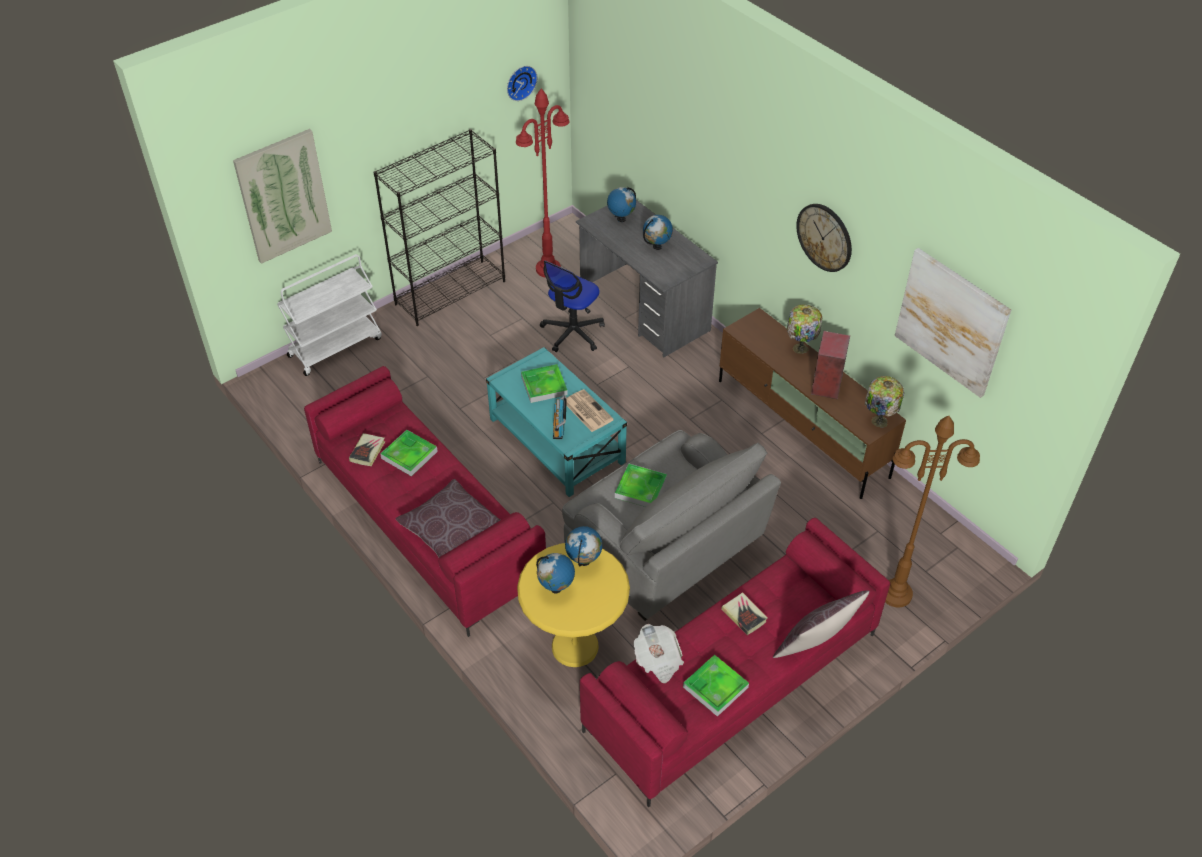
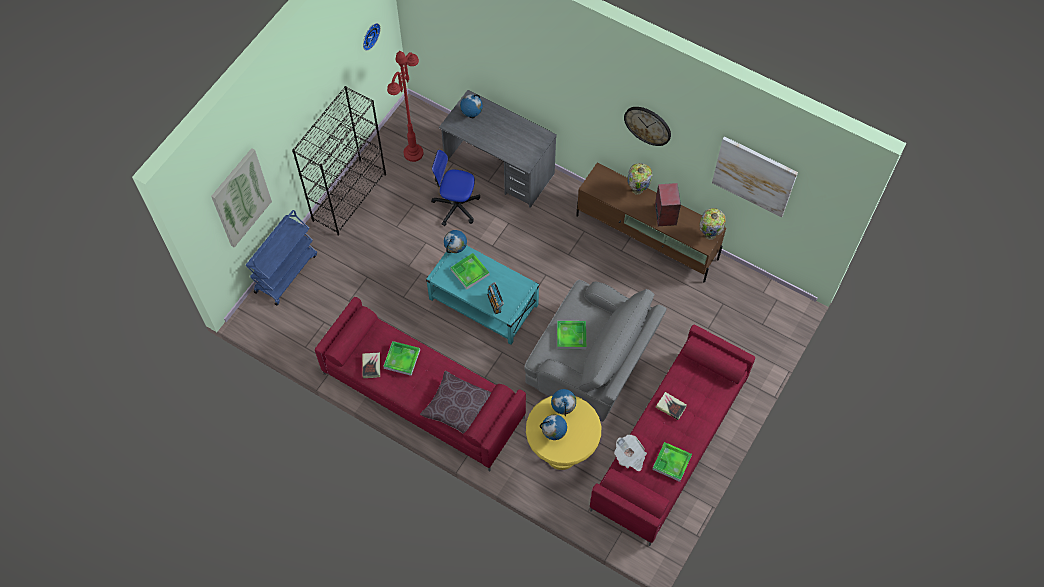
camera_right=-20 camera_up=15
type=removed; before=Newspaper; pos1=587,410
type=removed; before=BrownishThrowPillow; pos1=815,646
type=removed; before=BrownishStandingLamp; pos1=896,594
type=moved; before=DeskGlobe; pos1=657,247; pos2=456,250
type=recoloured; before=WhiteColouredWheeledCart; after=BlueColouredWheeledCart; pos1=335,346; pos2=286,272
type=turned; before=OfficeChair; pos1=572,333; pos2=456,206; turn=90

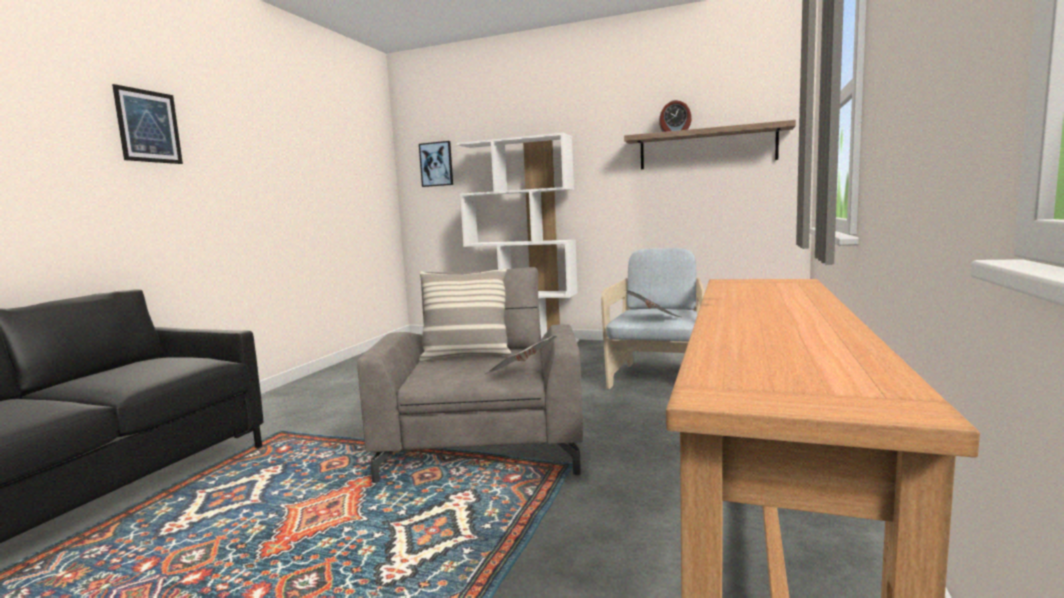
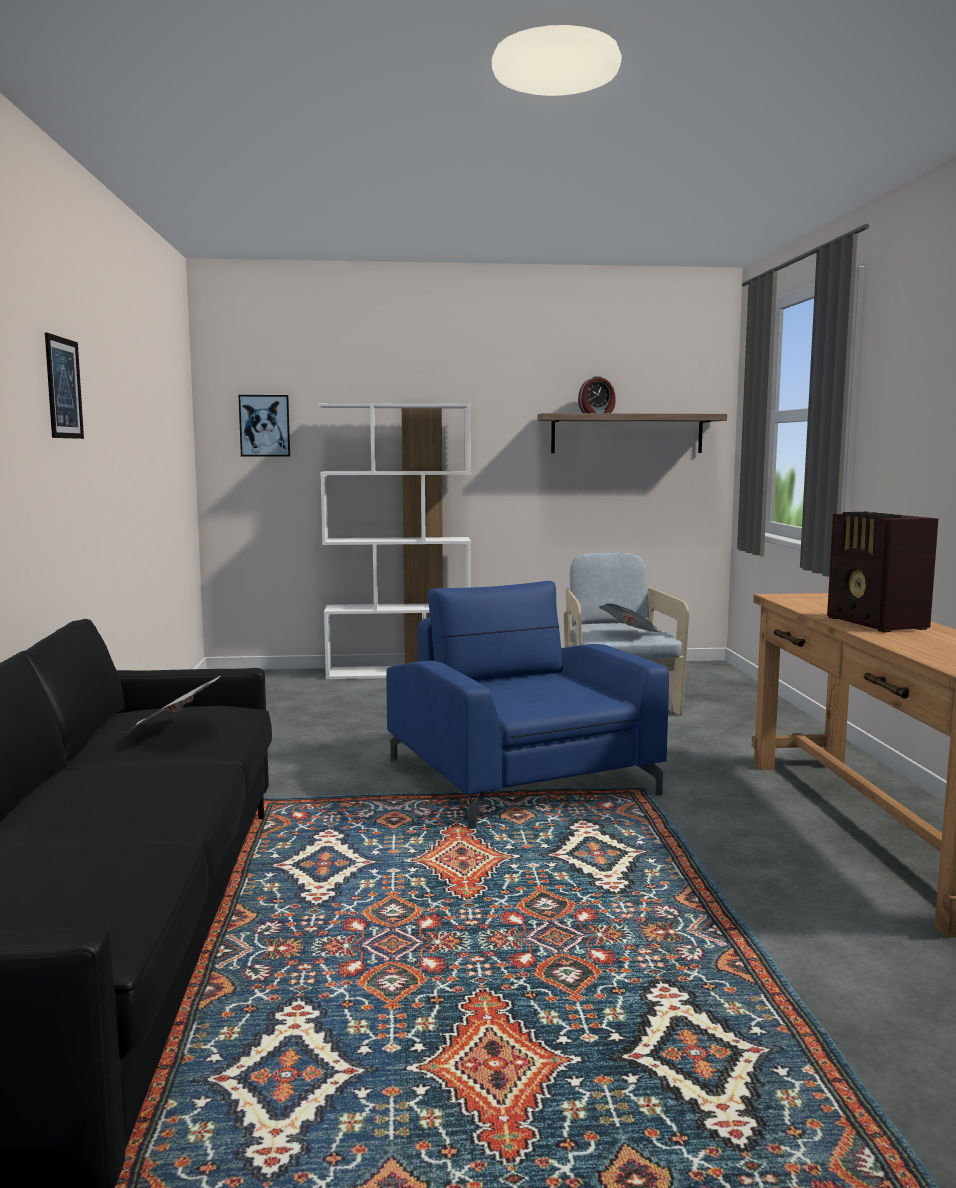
camera_right=-25 camera_up=0
type=removed; before=ThrowPillow; pos1=466,356
type=added; after=RadioSet; pos2=876,623
type=moved; before=Newspaper; pos1=521,375; pos2=173,730
type=recoloured; before=GrayArmchair; after=BlueColouredArmchair; pos1=484,438; pos2=520,777

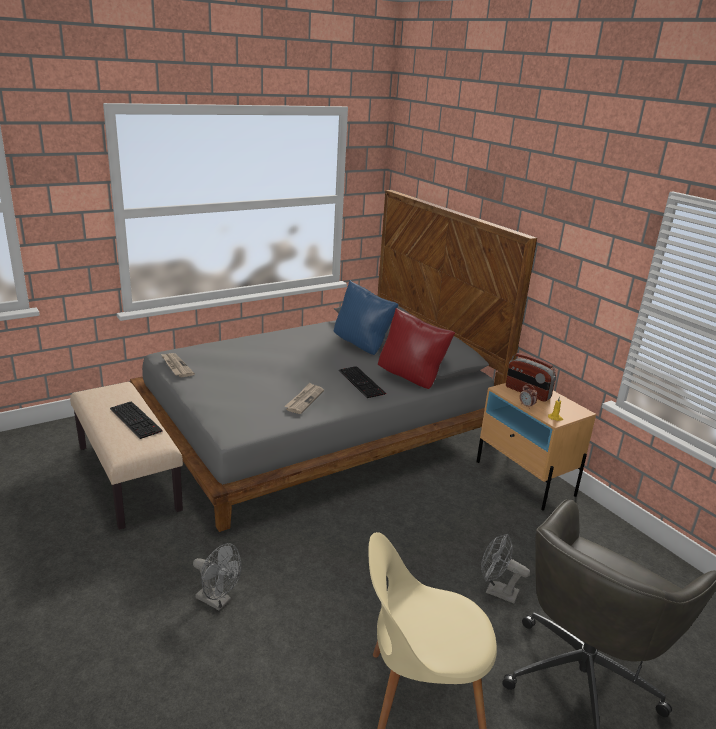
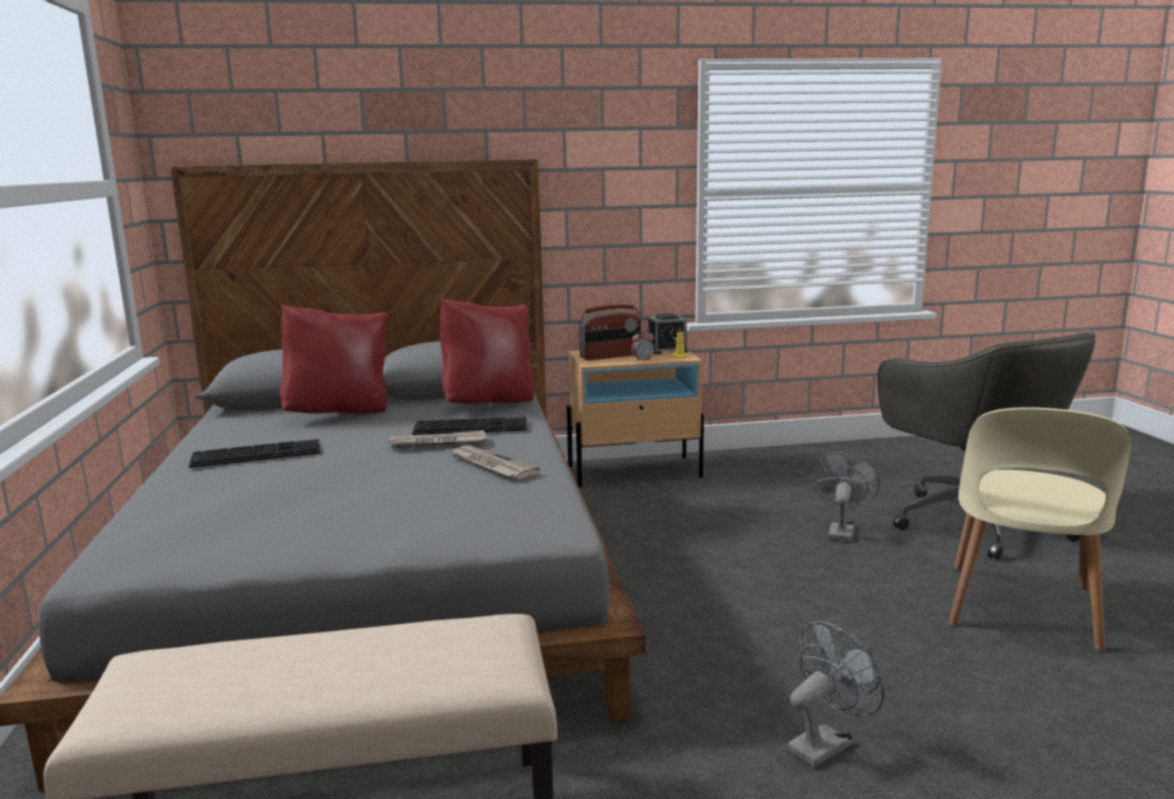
camera_right=-65 camera_up=-10
type=added; after=TableClock; pos2=667,350
type=moved; before=PcKeyboard; pos1=137,420; pos2=258,454
type=moved; before=Newspaper; pos1=176,366; pos2=437,443
type=recoloured; before=BlueColouredThrowPillow; after=RedThrowPillow; pos1=362,346; pos2=340,413
type=turned; before=GrayFan; pos1=496,591; pos2=841,531; turn=150

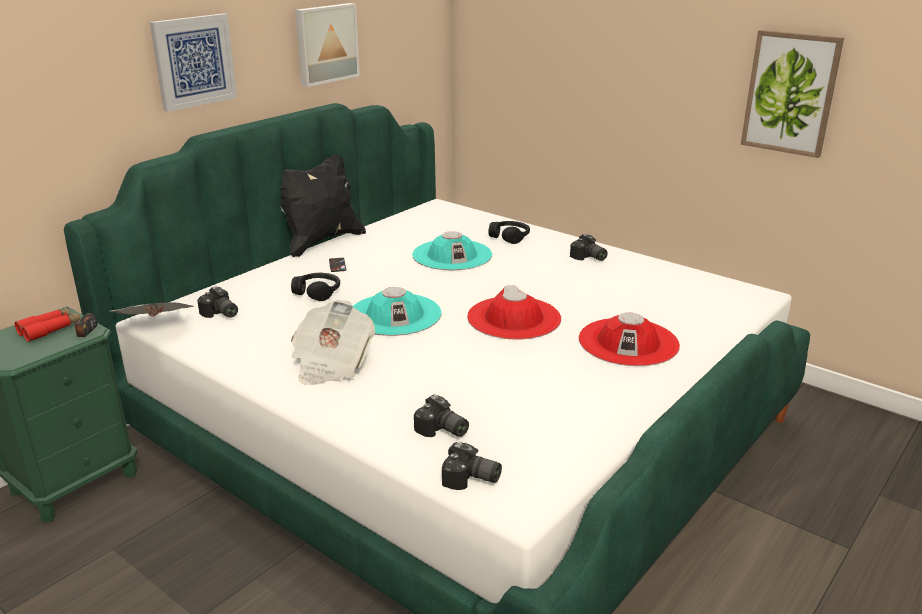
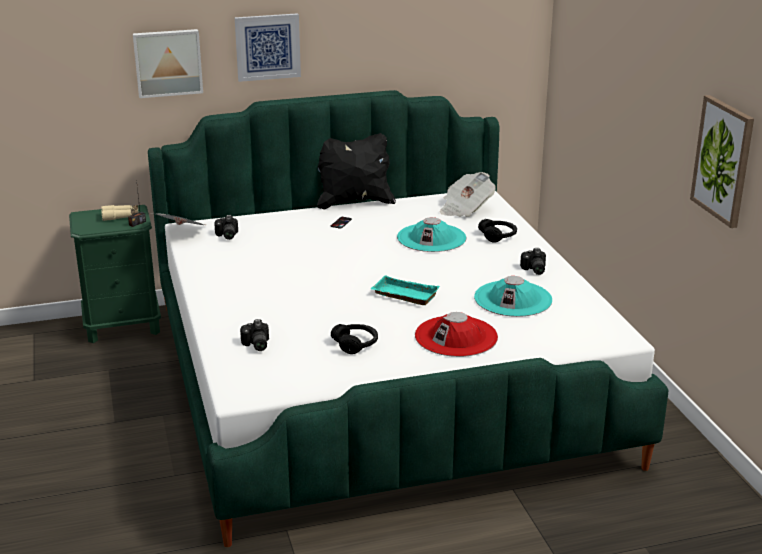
camera_right=35 camera_up=0
type=removed; before=PhotoCamera; pos1=471,480
type=moved; before=BlackColouredHeadphones; pos1=317,292; pos2=355,344
type=moved; before=Newspaper; pos1=331,364; pos2=465,209
type=moved; before=Picture; pos1=325,44; pos2=168,62
type=moved; before=TurquoiseColouredClothingHat; pos1=395,315; pos2=513,299
type=replaced; before=RedClothingHat; after=TurquoiseColouredServingTray; pos1=514,318; pos2=403,295
type=recoloured; before=RedFieldGlasses; after=SandColouredFieldGlasses; pos1=50,329; pos2=120,216

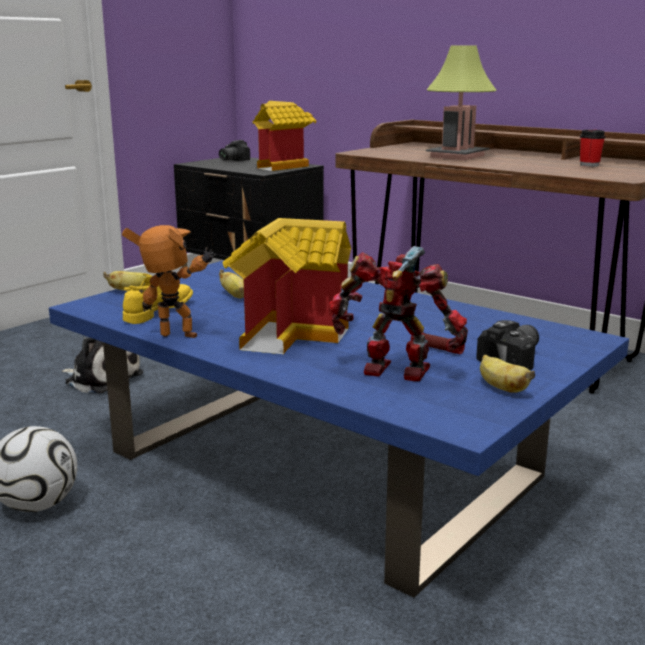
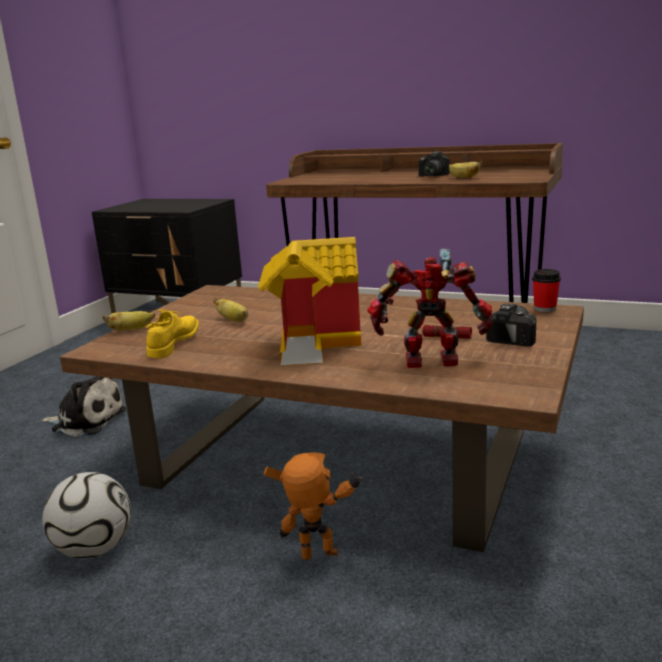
camera_right=-15 camera_up=0
type=removed; before=MiniatureHouse; pos1=283,166
type=removed; before=LampForATable; pos1=457,156
type=moved; before=ToyRobot; pos1=177,338; pos2=321,559
type=moved; before=PhotoCamera; pos1=231,160; pos2=430,176
type=moved; before=WholeBanana; pos1=501,388; pos2=463,177
type=moved; before=SmallCup; pos1=589,165; pos2=545,309
type=recoloured; before=BlueColouredLoungeTable; after=BrownishLoungeTable; pos1=317,464; pos2=335,459

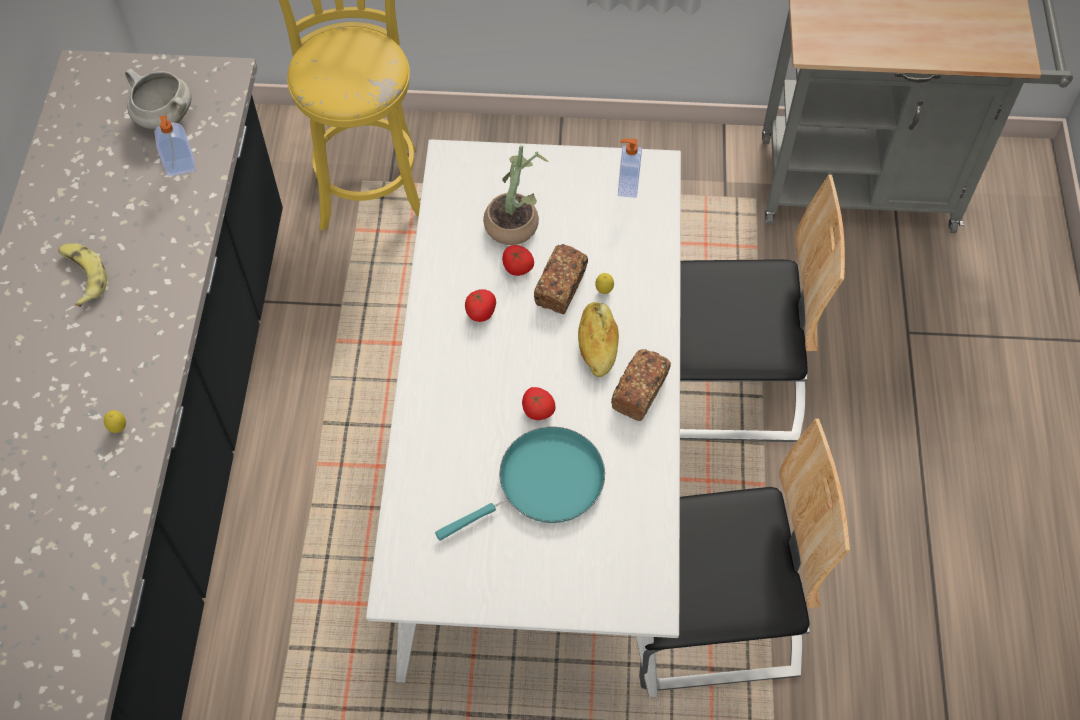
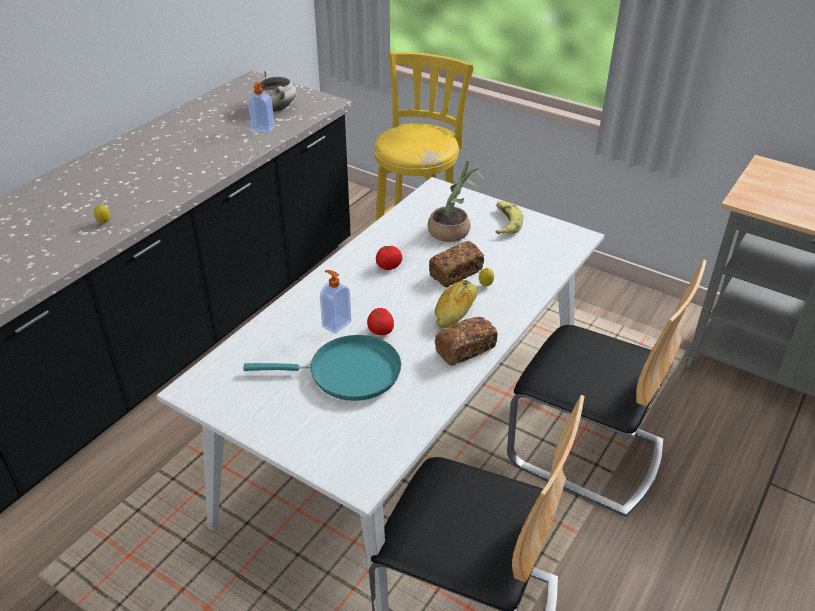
camera_right=30 camera_up=-20
type=removed; before=FreshTomato; pos1=517,268
type=moved; before=WholeBanana; pos1=83,276; pos2=505,222
type=moved; before=LiquidSoapBottle; pos1=627,186; pos2=336,324

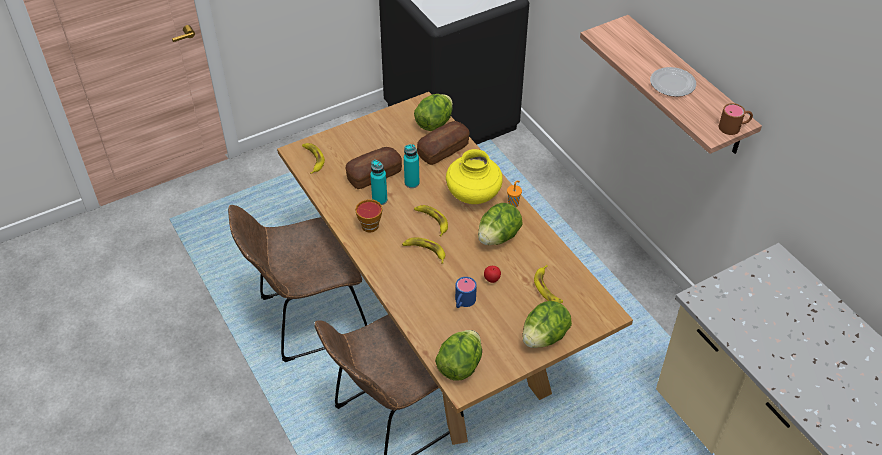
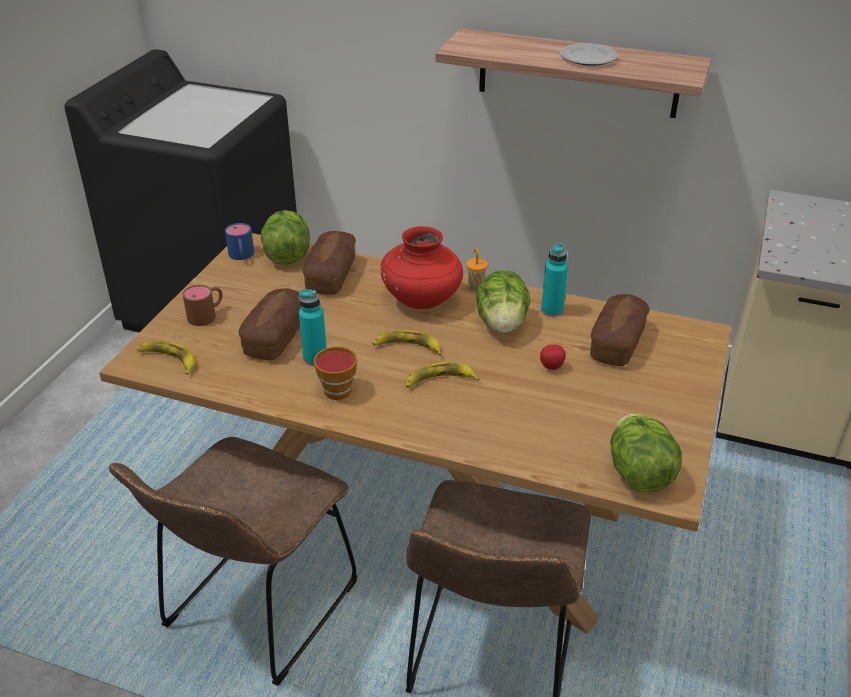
camera_right=-40 camera_up=-10
type=removed; before=LettuceHead; pos1=544,337
type=moved; before=TurquoiseColouredBottle; pos1=412,183; pos2=552,310
type=moved; before=BlueColouredCoffeeMug; pos1=463,302; pos2=241,256
type=moved; before=BrownishCoffeeMug; pos1=734,127; pos2=207,314
type=replaced; before=WholeBanana; after=BakedBread; pos1=548,288; pos2=617,342
type=recoloured; before=YellowFlowerVase; after=RedFlowerVase; pos1=473,195; pos2=422,300

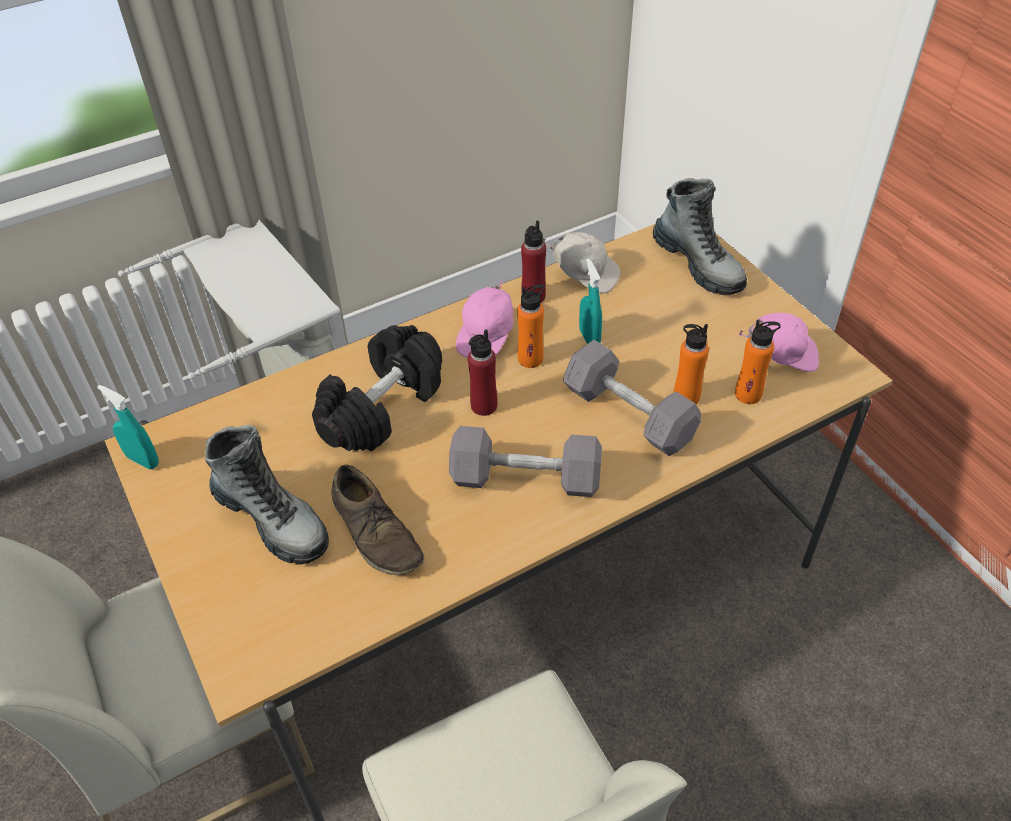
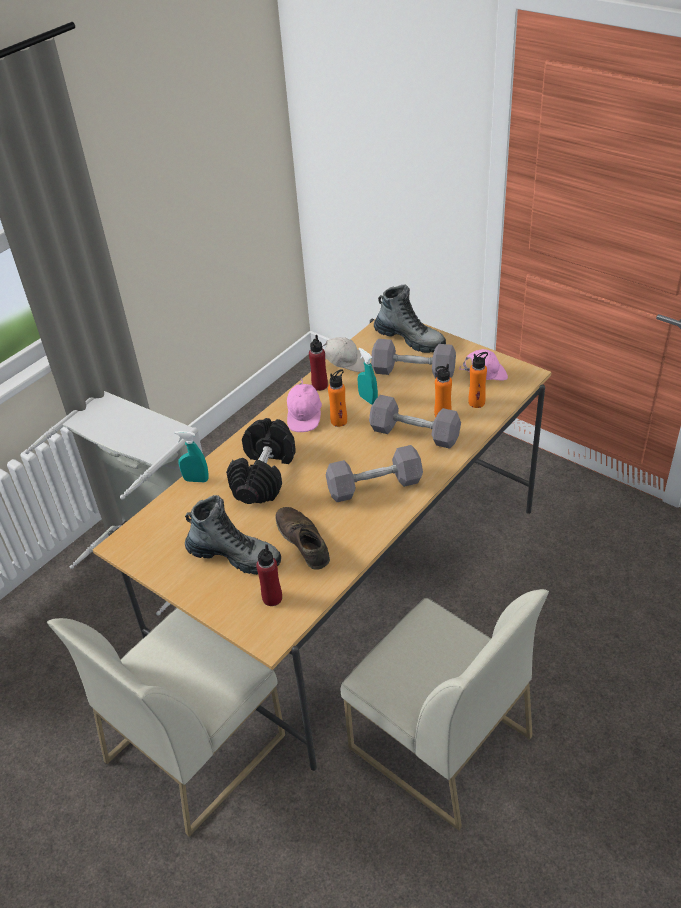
camera_right=-20 camera_up=-5
type=added; after=GrayDumbbell; pos2=413,371
type=moved; before=TurquoiseColouredHandSprayer; pos1=143,460; pos2=196,480
type=moved; before=RedBottle; pos1=484,406; pos2=272,598
type=turned; before=BrownishShoe; pos1=376,532; pos2=303,541; turn=-150

